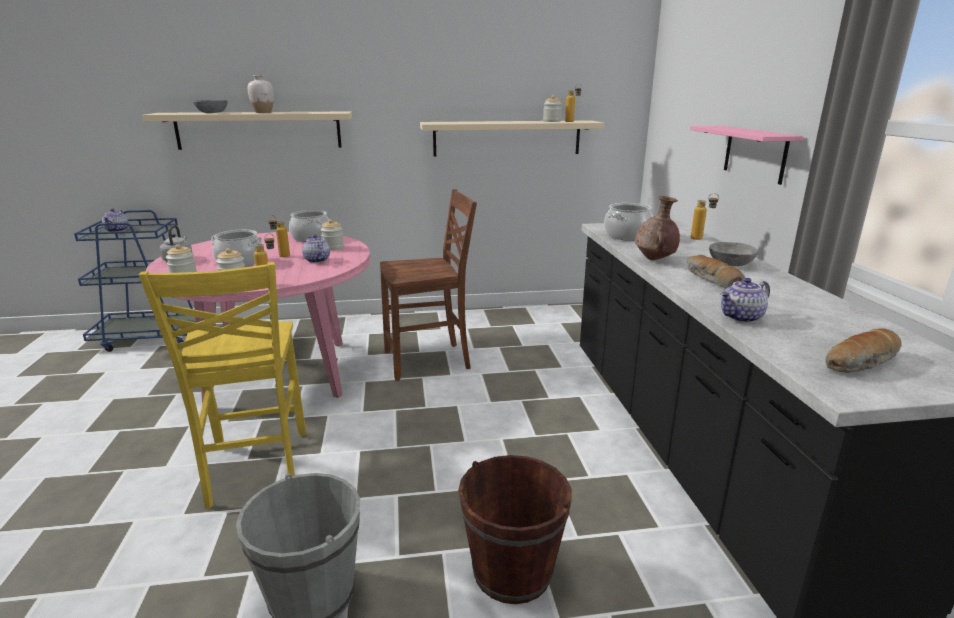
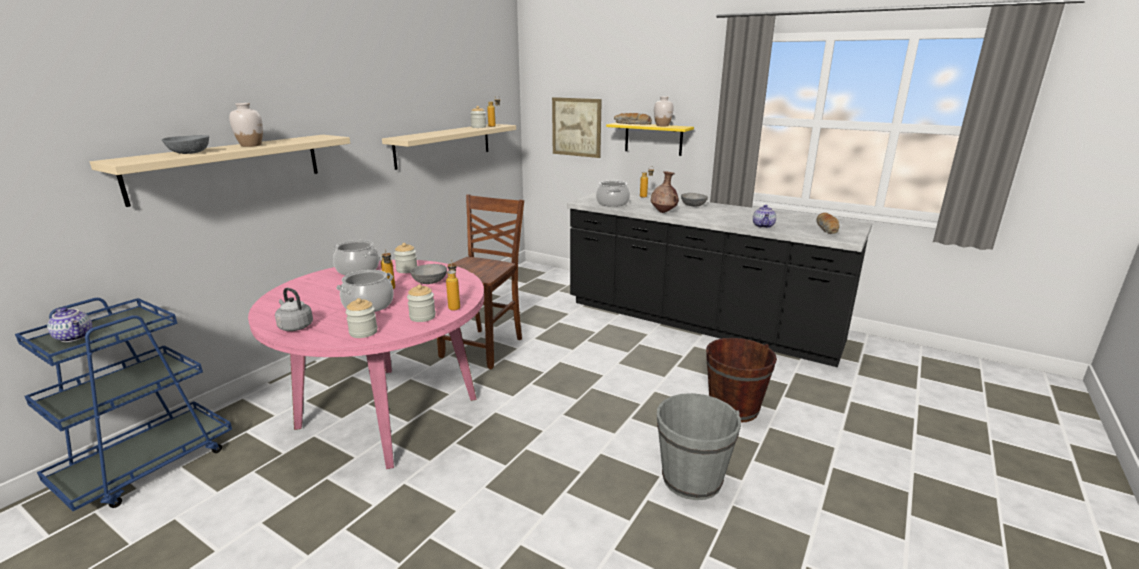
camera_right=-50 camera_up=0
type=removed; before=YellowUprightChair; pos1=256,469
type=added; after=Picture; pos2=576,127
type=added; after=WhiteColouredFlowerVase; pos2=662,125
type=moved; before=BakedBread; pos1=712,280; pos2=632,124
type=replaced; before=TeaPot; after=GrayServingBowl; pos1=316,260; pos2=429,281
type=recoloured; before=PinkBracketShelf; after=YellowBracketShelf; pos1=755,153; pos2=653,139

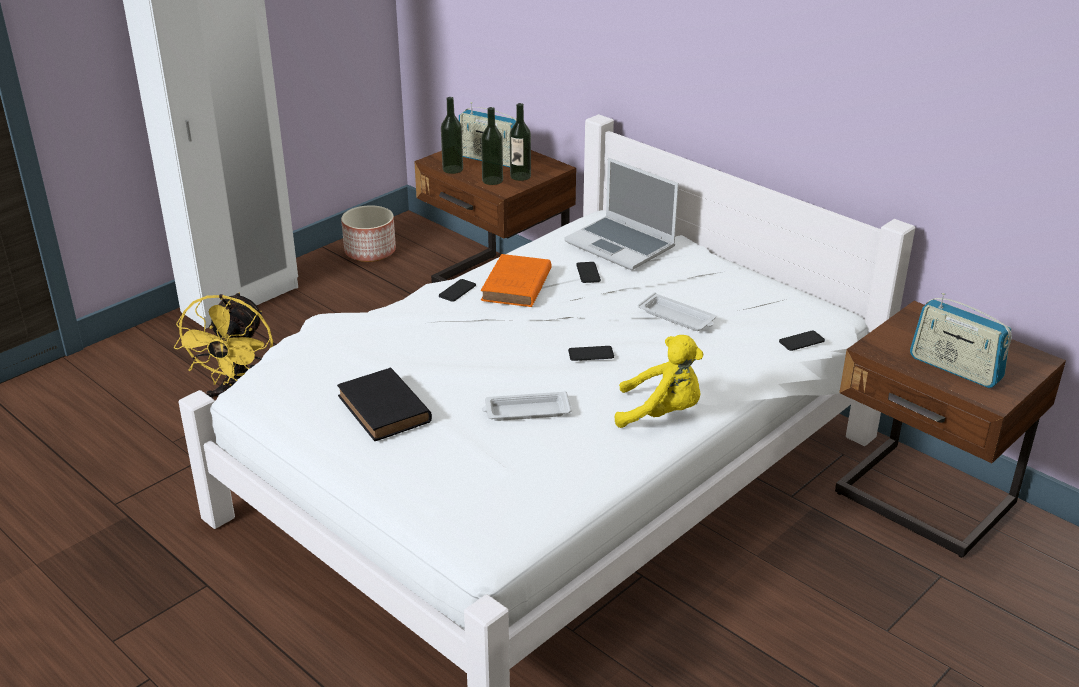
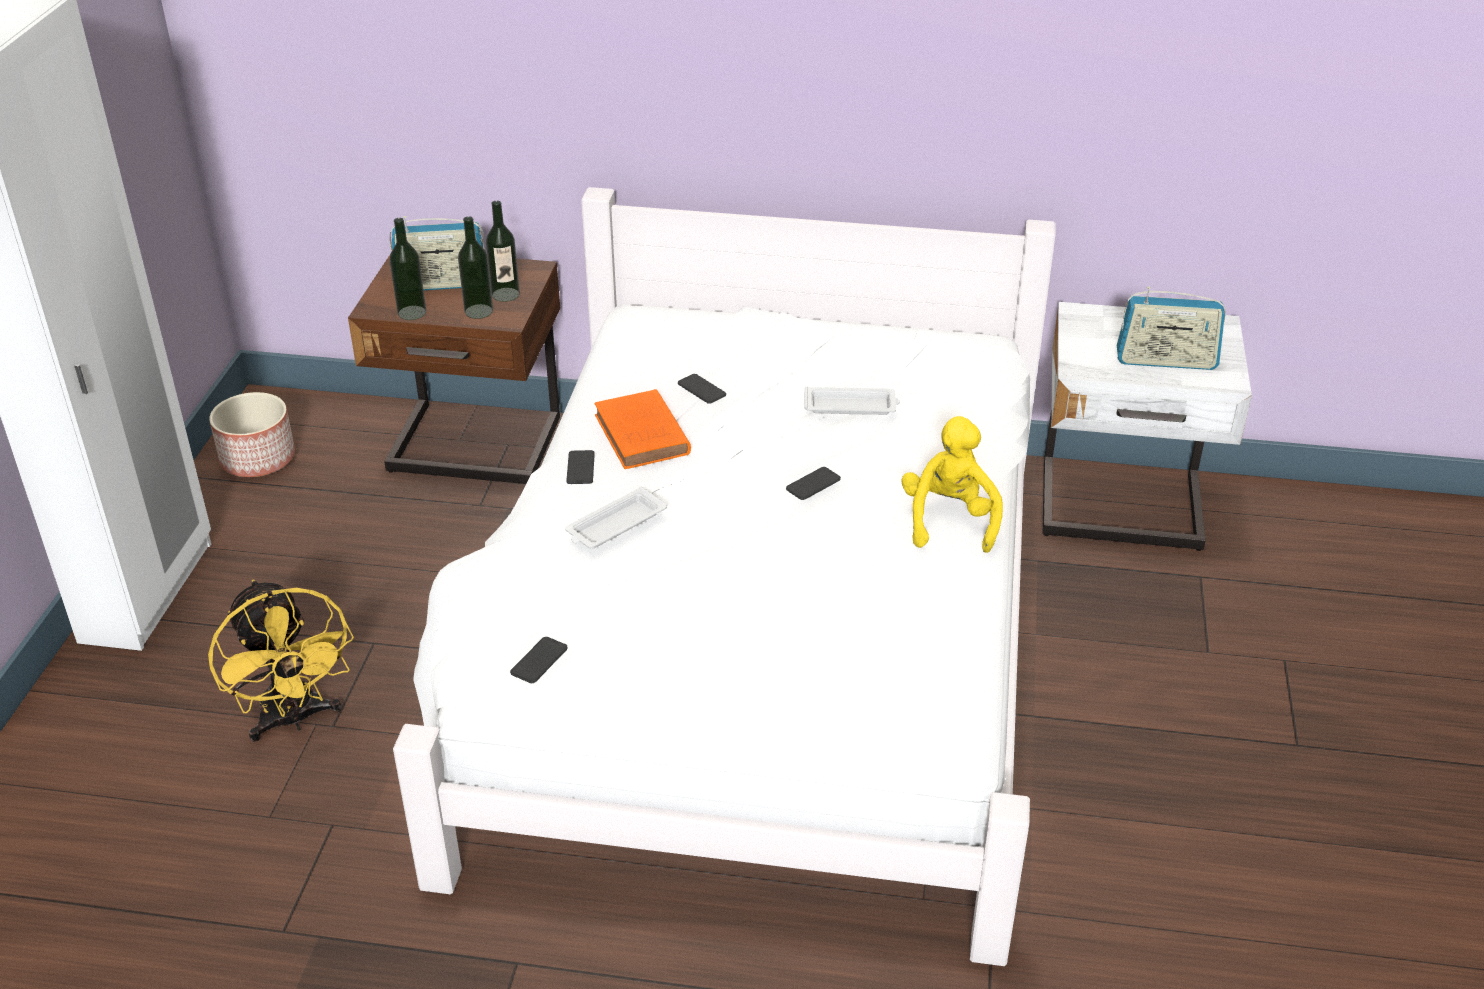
camera_right=-35 camera_up=5
type=removed; before=BlackColouredBook; pos1=385,410
type=removed; before=PortableComputer; pos1=621,245
type=moved; before=WhiteColouredServingTray; pos1=525,411; pos2=615,525
type=moved; before=Telephone; pos1=801,341; pos2=539,660
type=recoloured; before=BrownishBedsideTable; after=WhiteColouredBedsideTable; pos1=923,502; pos2=1122,510
type=turned; before=YellowPlushToy; pos1=662,413; pos2=949,520; turn=-60

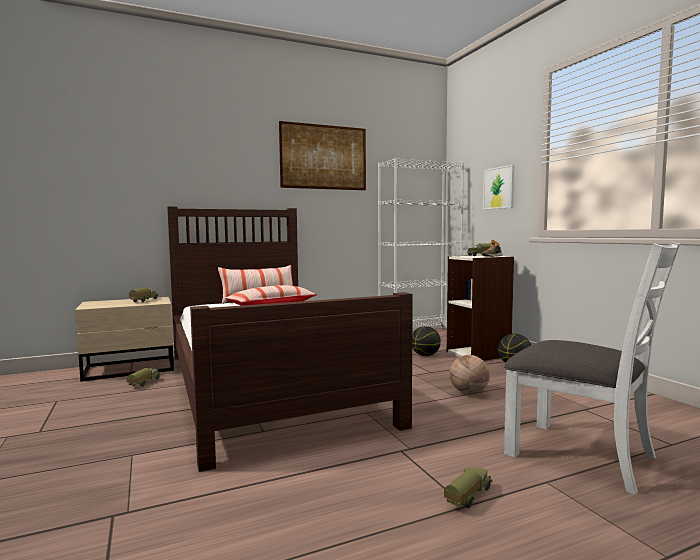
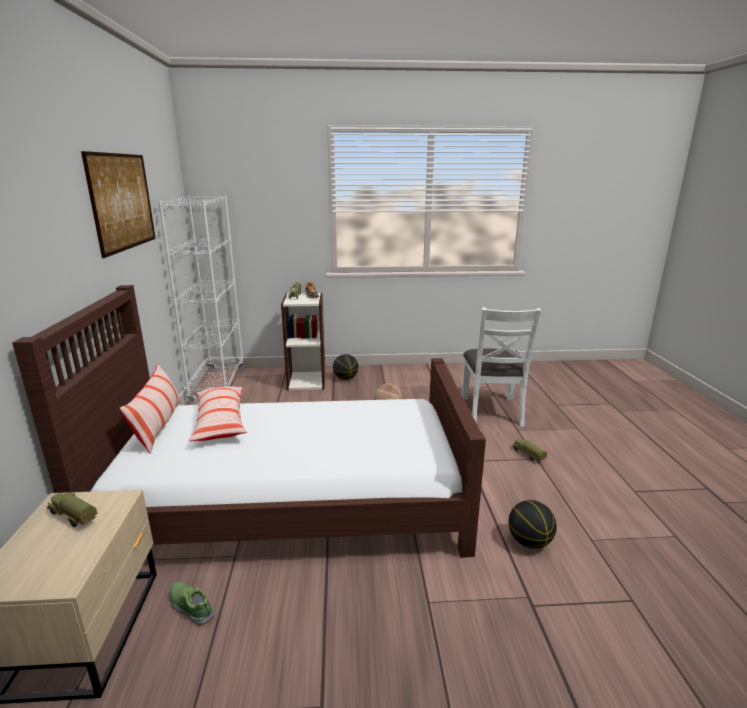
camera_right=-70 camera_up=15
type=removed; before=Picture; pos1=499,188
type=moved; before=BasketballBall; pos1=425,355; pos2=529,541
type=replaced; before=ToyTruck; after=Shoe; pos1=144,383; pos2=191,606
type=turned; before=WhiteColouredUprightChair; pos1=581,454; pos2=492,411; turn=120

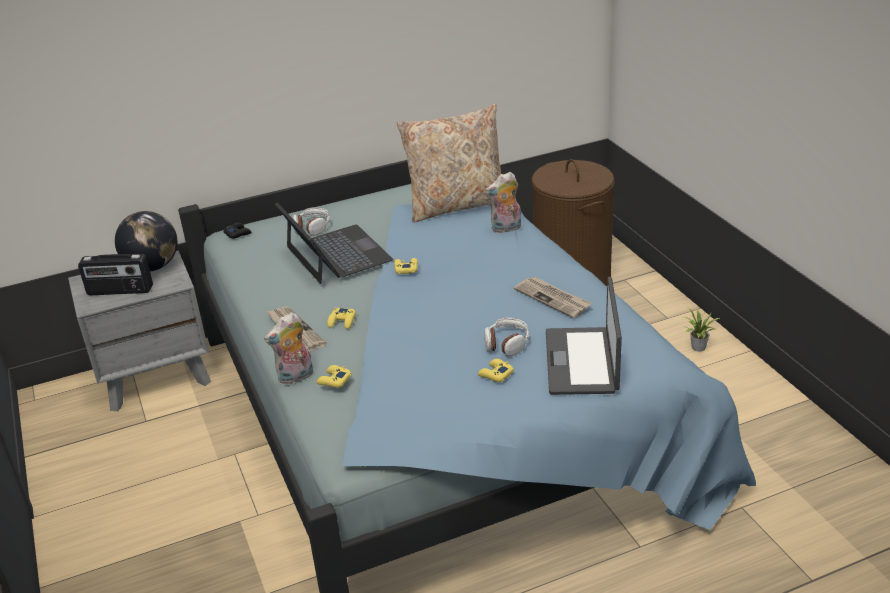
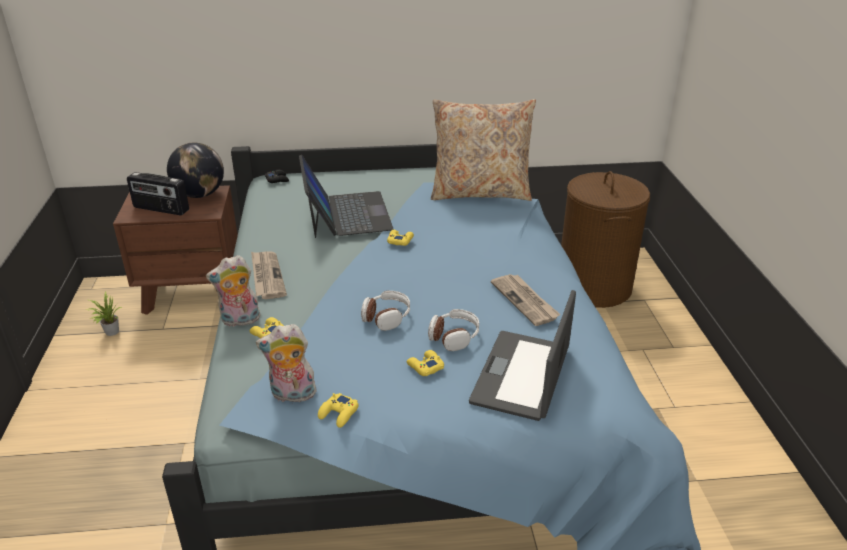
camera_right=15 camera_up=0
type=moved; before=Headphones; pos1=312,227; pos2=386,317
type=moved; before=YellowJoypad; pos1=342,321; pos2=339,414
type=moved; before=PlushToy; pos1=506,229; pos2=292,395
type=moved; before=PlantInAPot; pos1=697,348; pos2=110,332
type=recoloured; before=GrayBedsideTable; after=BrownishBedsideTable; pos1=156,377; pos2=193,292

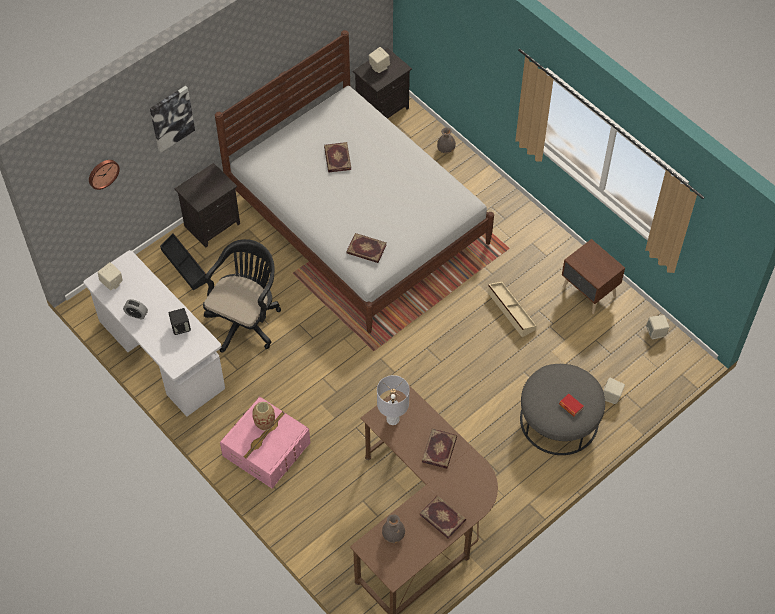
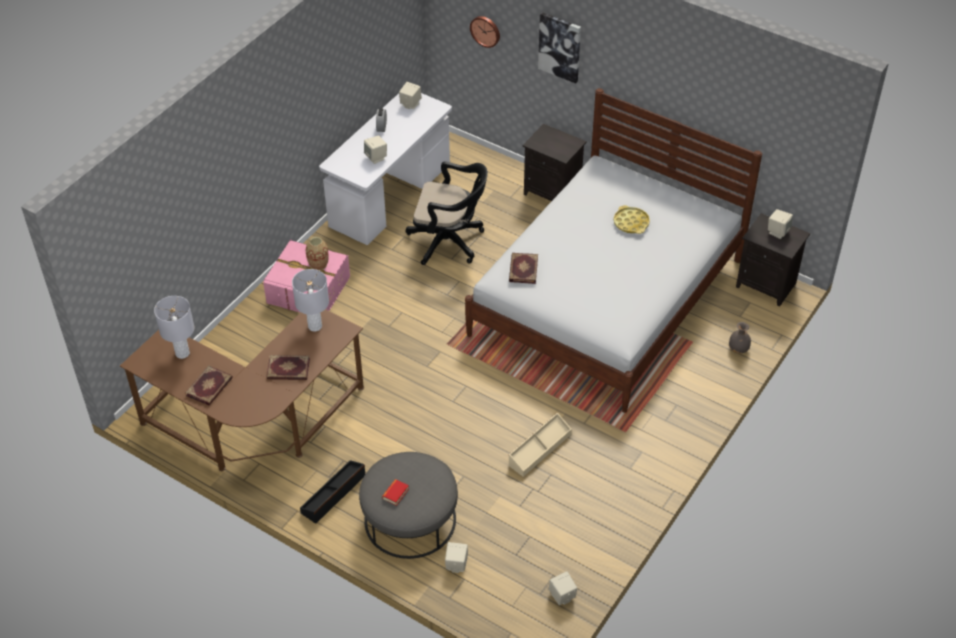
camera_right=75 camera_up=-10
type=removed; before=BrownishBedsideTable; pos1=588,292
type=moved; before=BlackColouredStorageBin; pos1=184,265; pos2=334,494
type=replaced; before=Book; after=YellowServingTray; pos1=337,158; pos2=631,223
type=replaced; before=GrayFlowerVase; after=GrayLampForATable; pos1=394,535; pos2=182,353
type=recoloured; before=BlackColouredAudioSpeaker; after=SandColouredAudioSpeaker; pos1=181,327; pos2=376,157

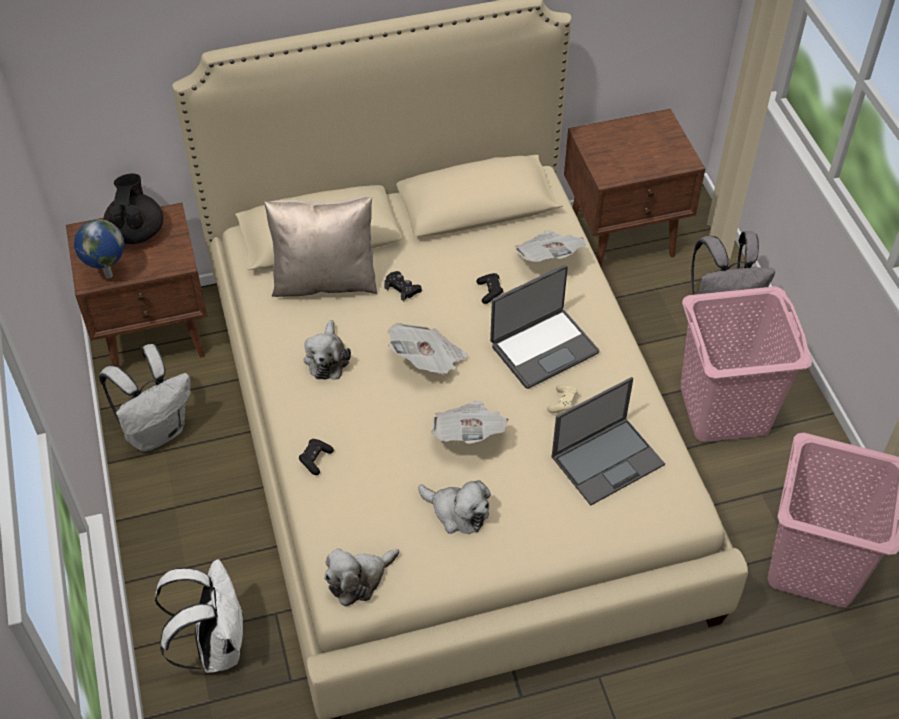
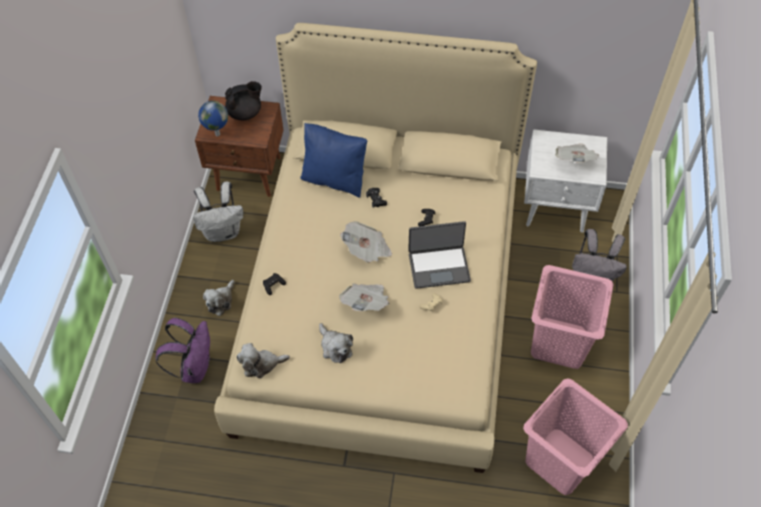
camera_right=25 camera_up=5
type=removed; before=PortableComputer; pos1=608,460
type=moved; before=PlushToy; pos1=327,358; pos2=221,301
type=moved; before=Newspaper; pos1=548,258; pos2=574,160
type=recoloured; before=WhiteColouredBackpack; after=PurpleBackpack; pos1=215,645; pos2=194,367
type=recoloured; before=SandColouredThrowPillow; after=BlueColouredThrowPillow; pos1=325,280; pos2=335,179
type=recoloured; before=BrownishBedsideTable; after=WhiteColouredBedsideTable; pos1=624,237; pos2=557,208
type=turned; before=BlackColouredTeaPot; pos1=136,232; pos2=245,113; turn=45

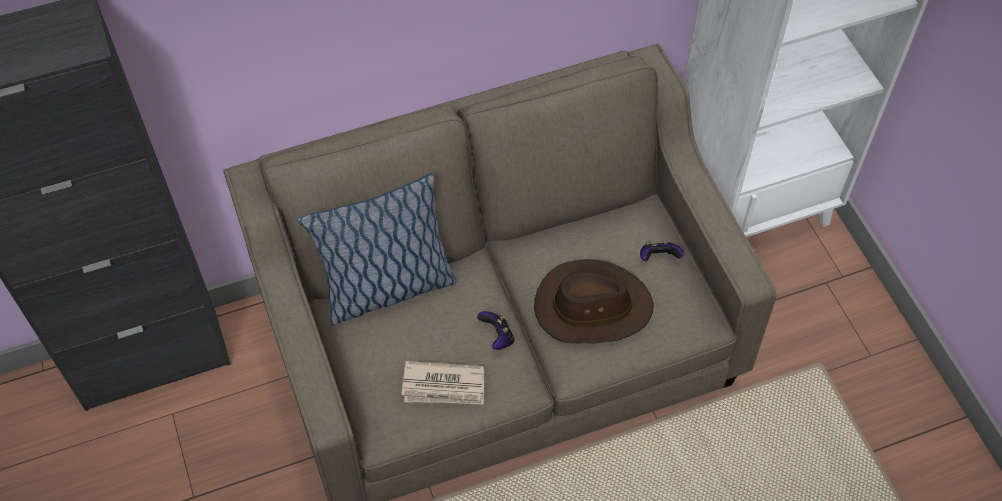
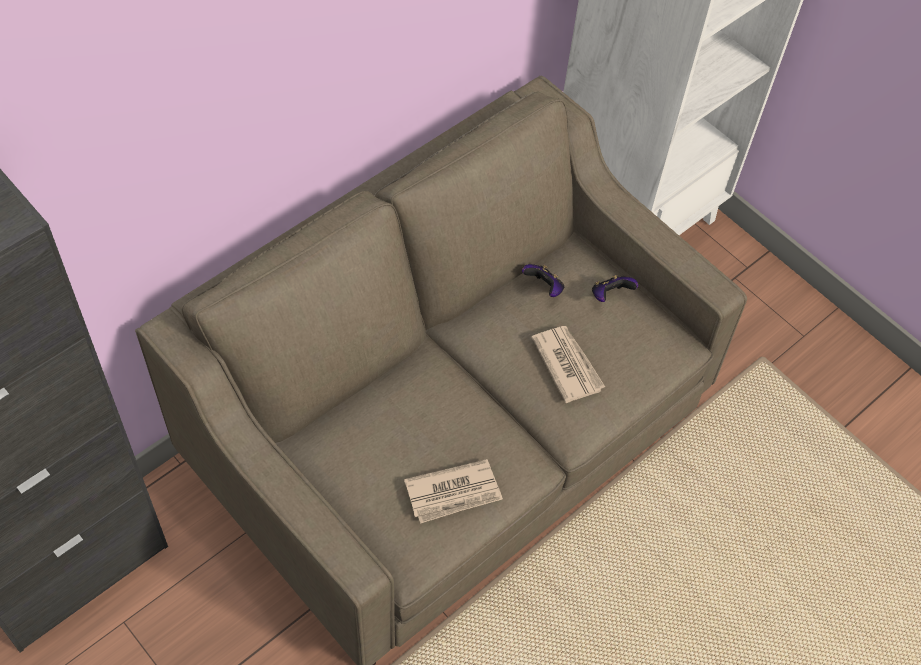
camera_right=-25 camera_up=0
type=removed; before=ThrowPillow; pos1=386,288
type=moved; before=Joypad; pos1=497,337; pos2=544,288
type=replaced; before=BrownishClothingHat; after=Newspaper; pos1=592,307; pos2=567,364

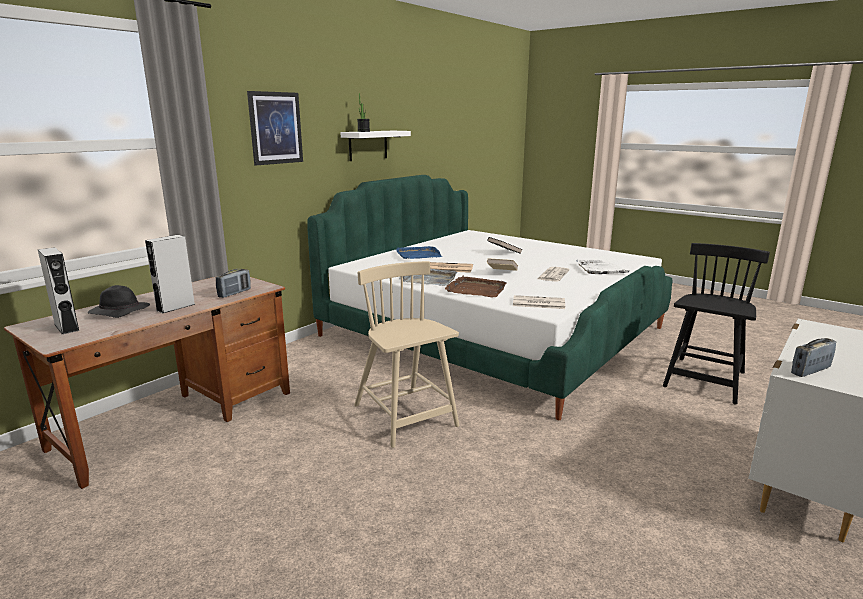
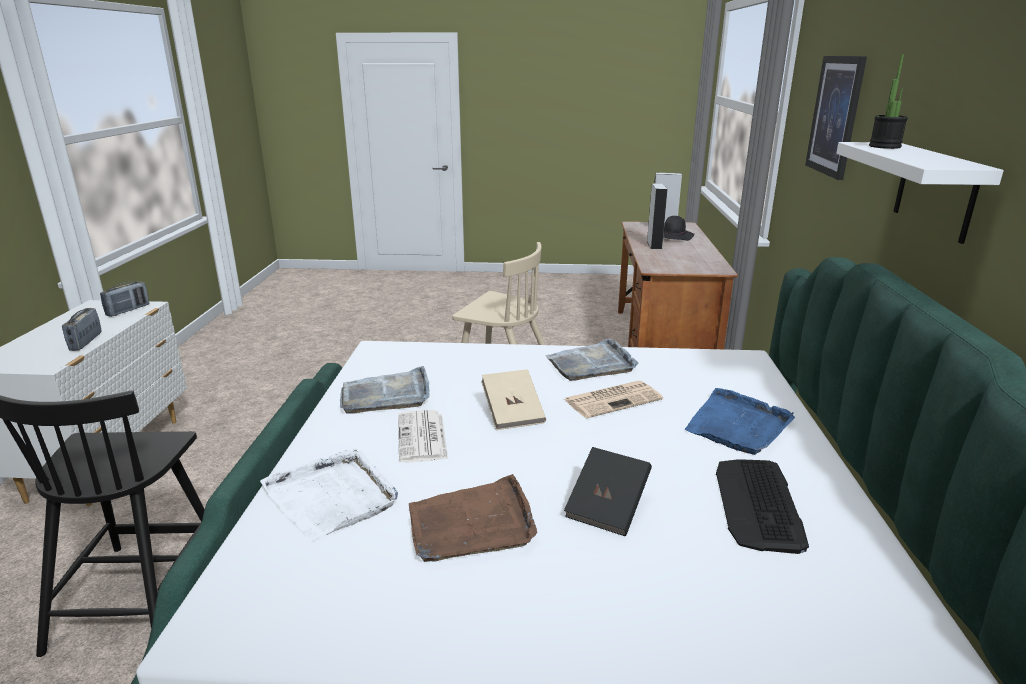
camera_right=145 camera_up=5
type=removed; before=Newspaper; pos1=538,303
type=added; after=GrayServingTray; pos2=386,395
type=added; after=PcKeyboard; pos2=758,504
type=moved; before=RadioSet; pos1=234,293; pos2=86,342
type=moved; before=BrownishServingTray; pos1=476,290; pos2=472,524

